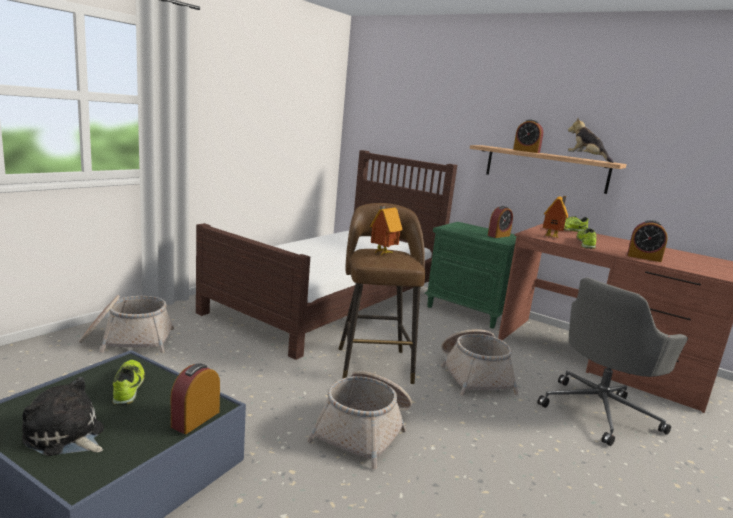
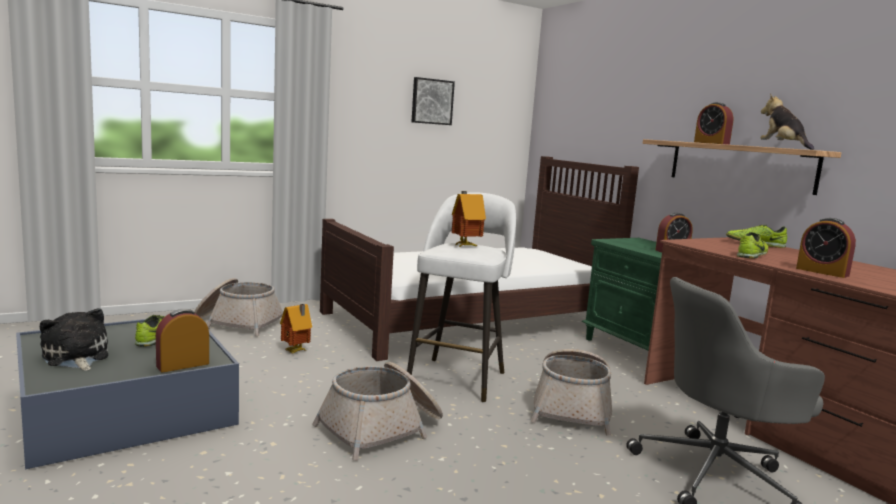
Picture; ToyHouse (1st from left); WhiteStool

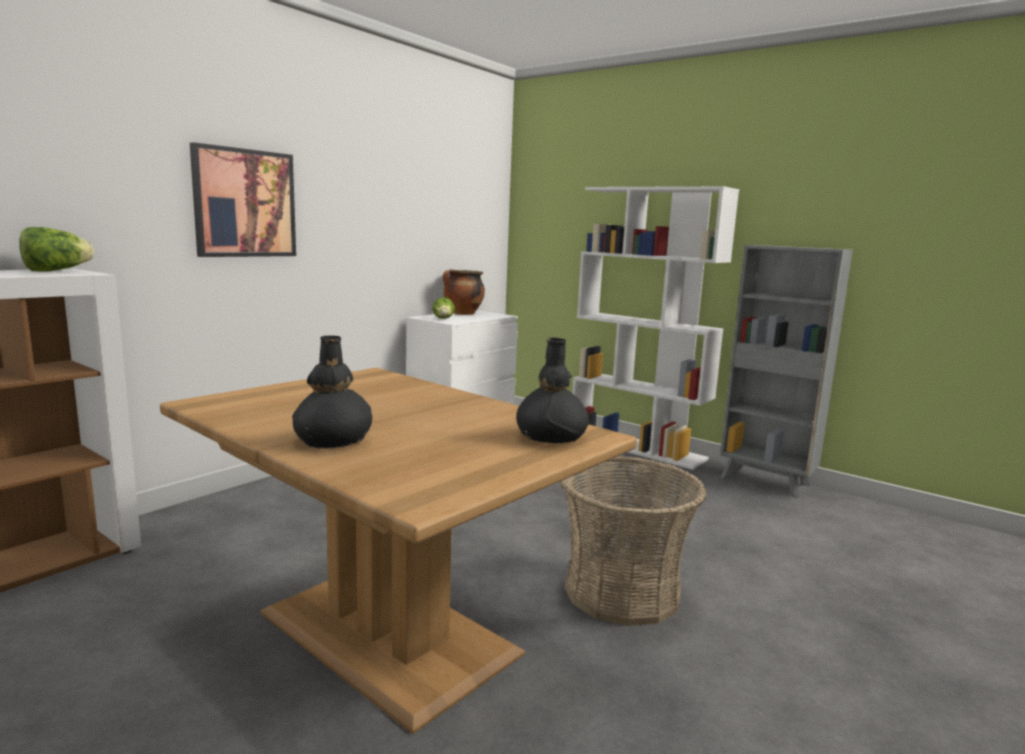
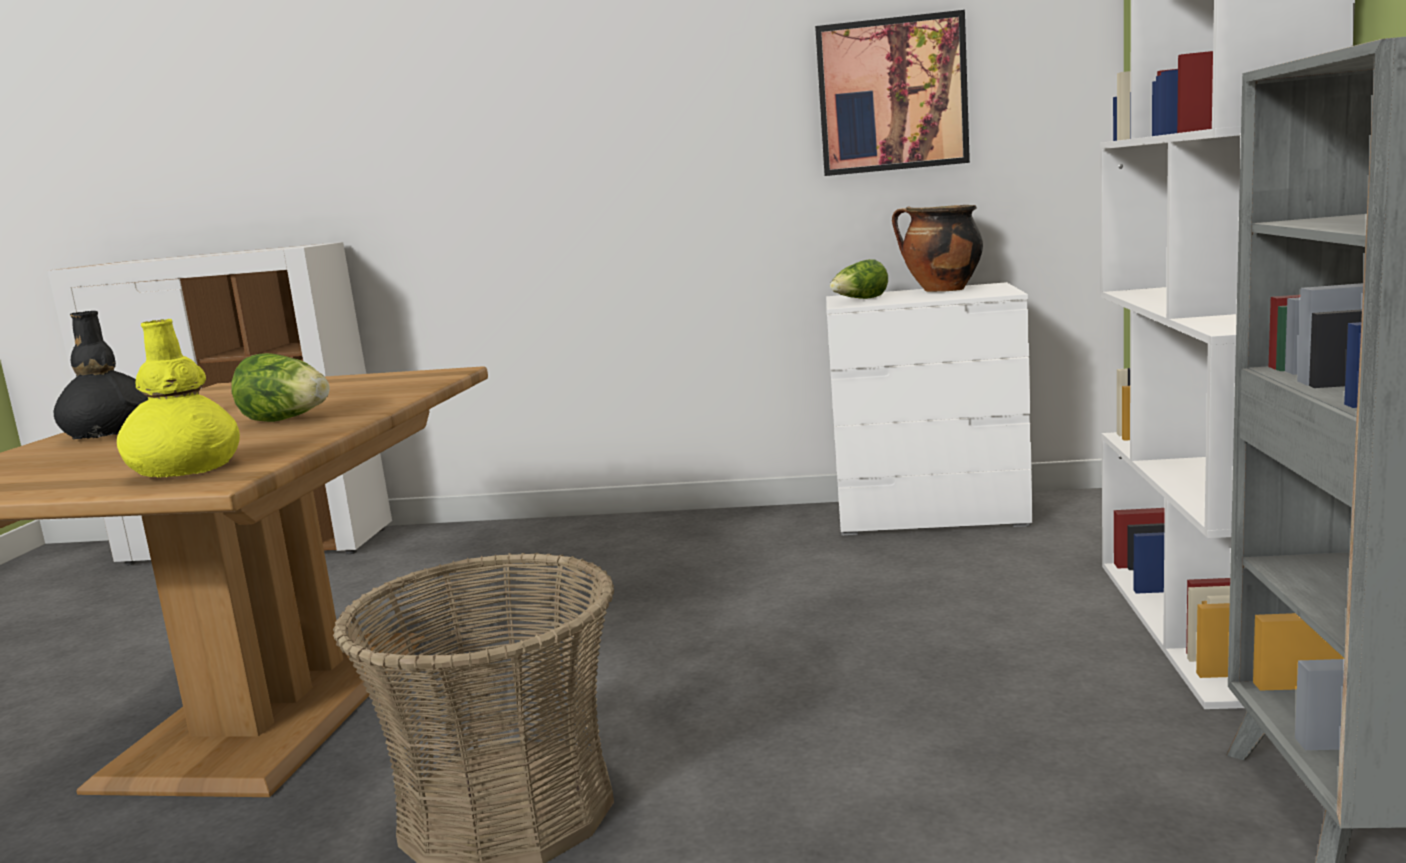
Lettuce (1st from left); Picture; YellowVase

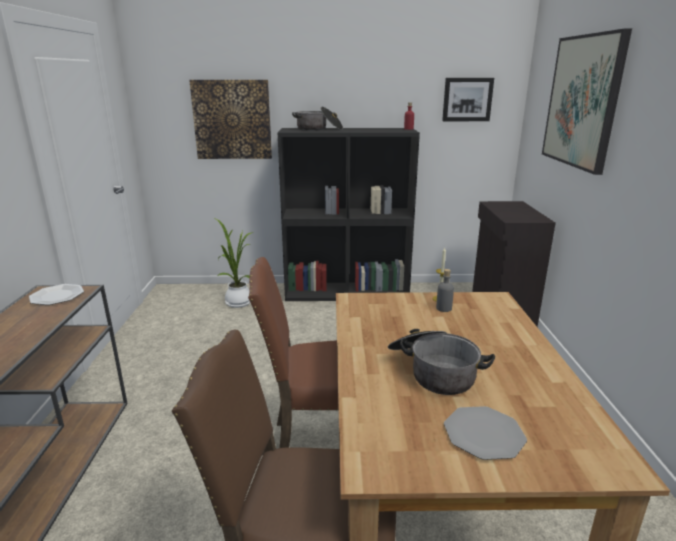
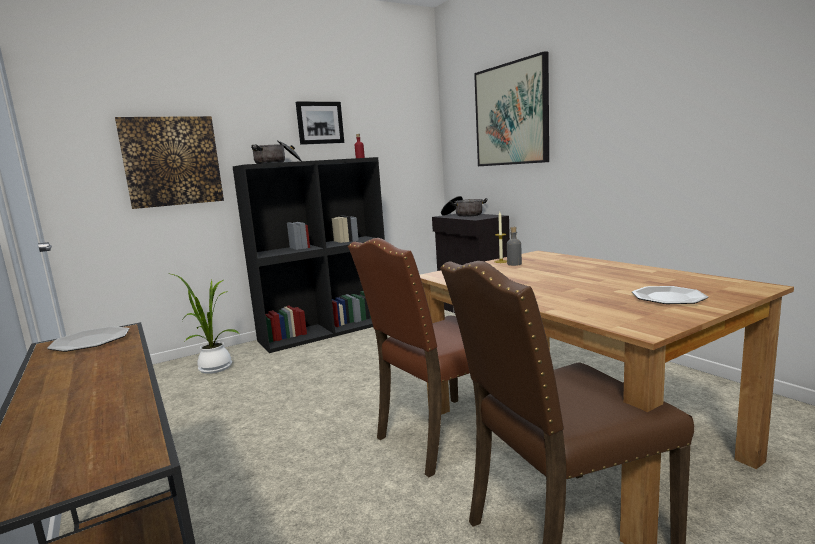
CookingPot (2nd from left); Picture (2nd from left)

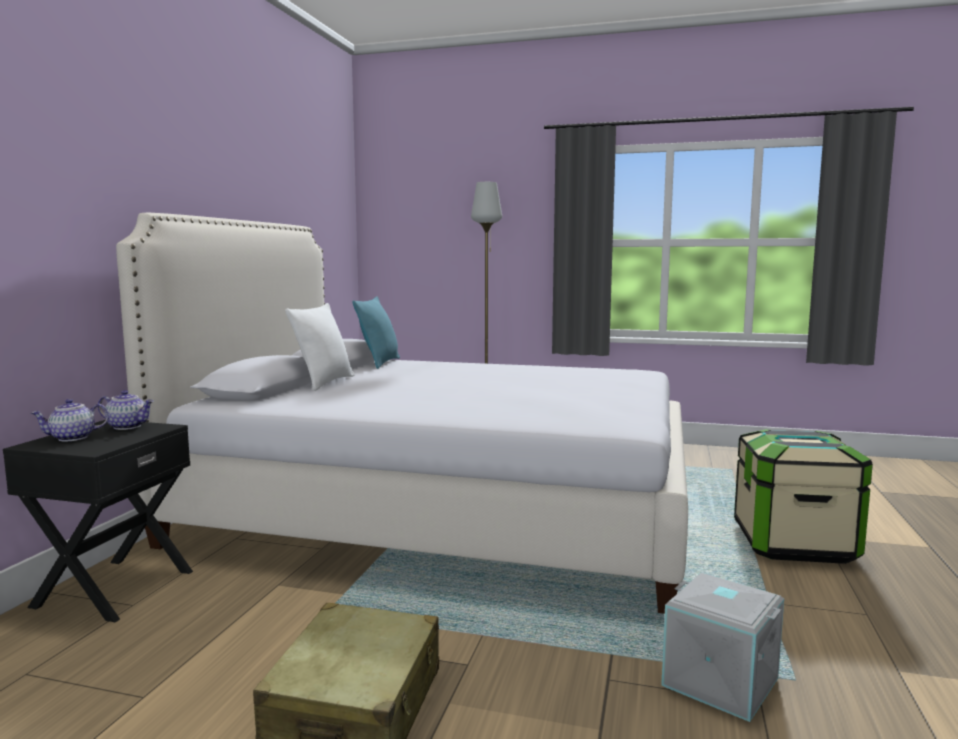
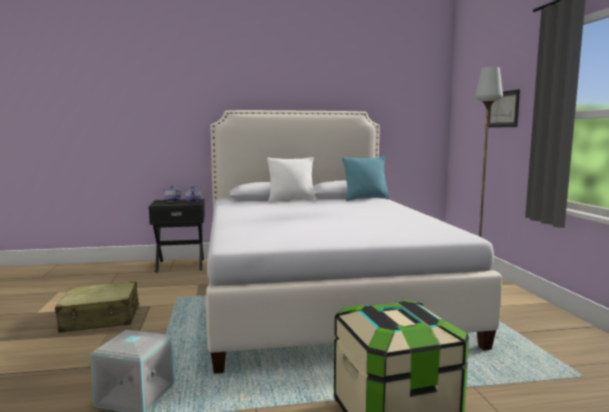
Picture

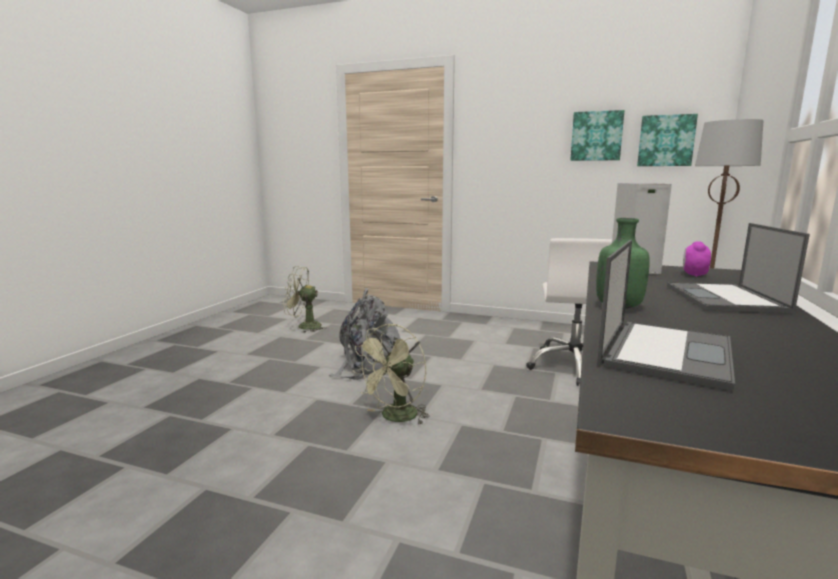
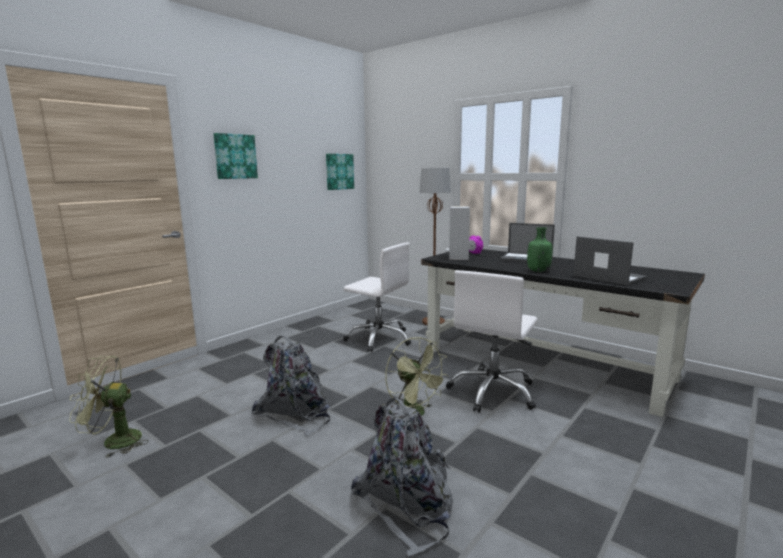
GreyBackpack (2nd from left); WhiteOfficeChair (2nd from left); Picture (1st from left); GreenFan (1st from left)

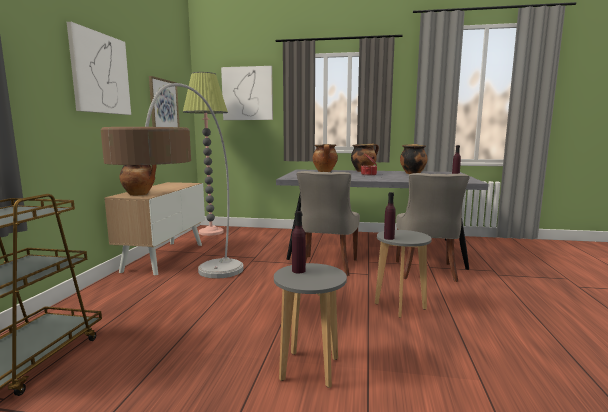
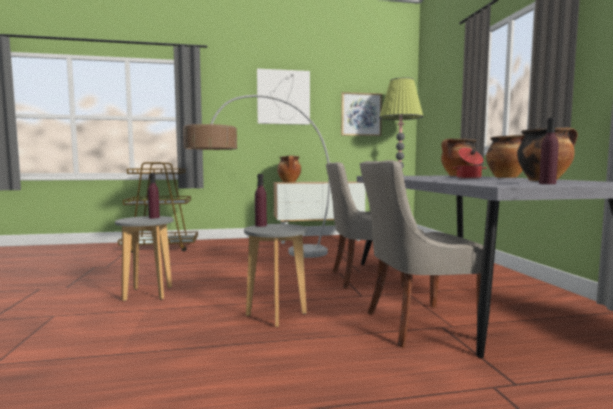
Picture (3rd from left in the first image)

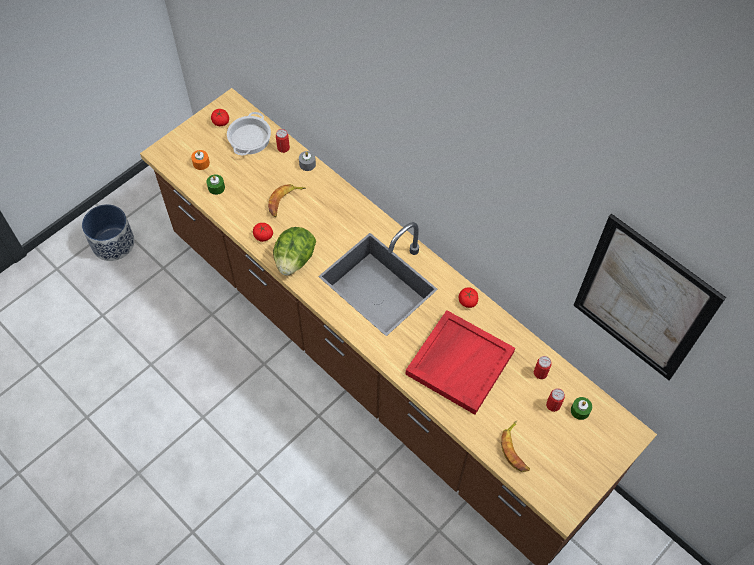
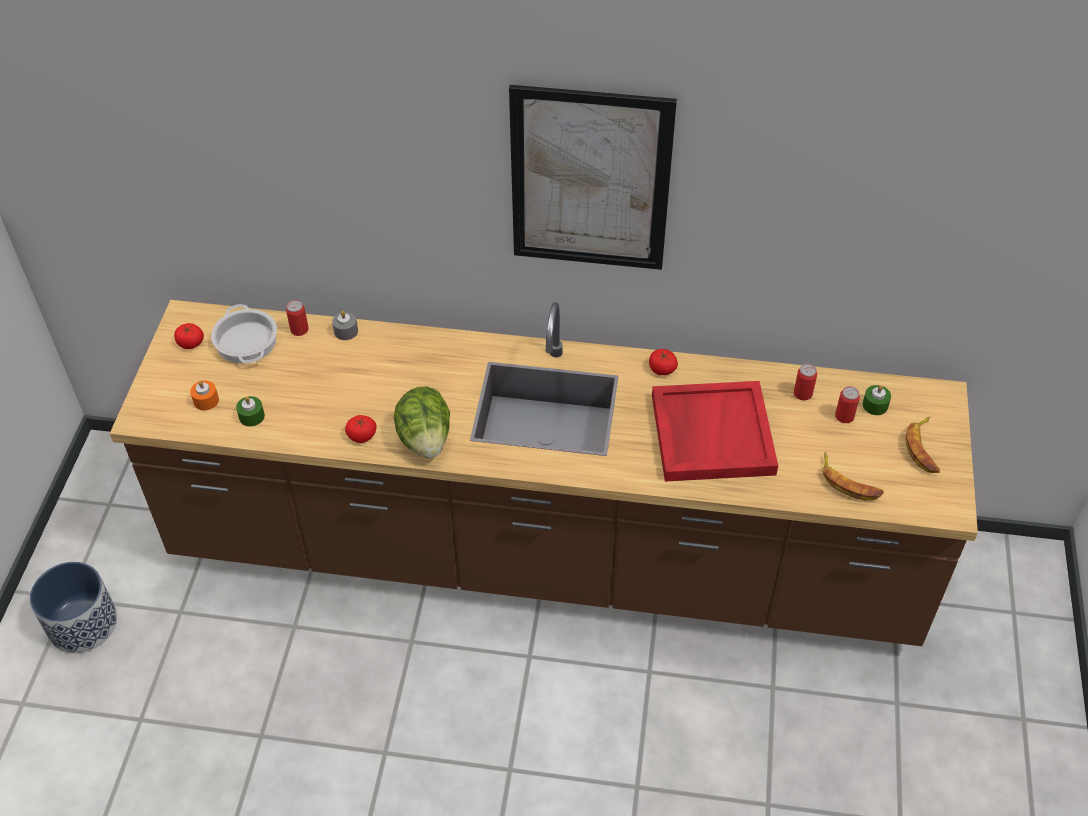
Banana (2nd from left); Picture

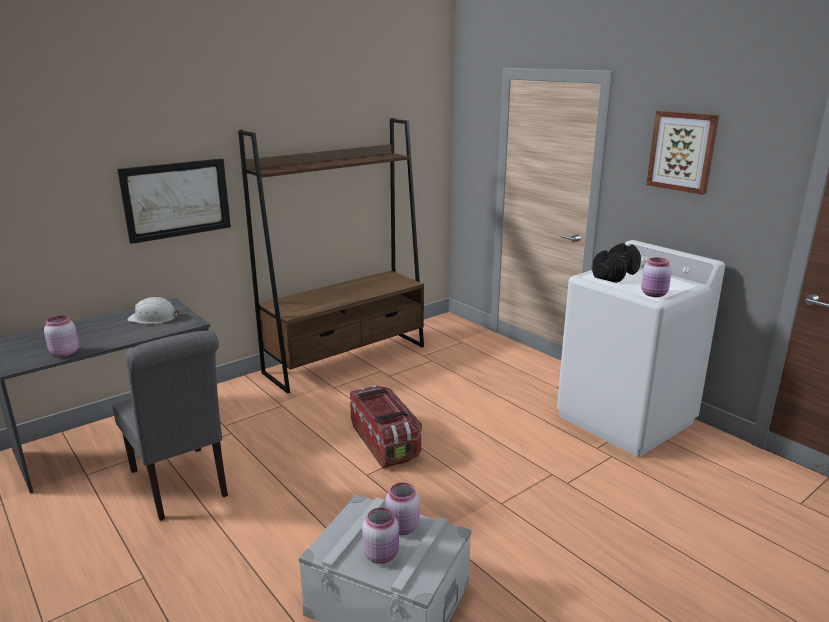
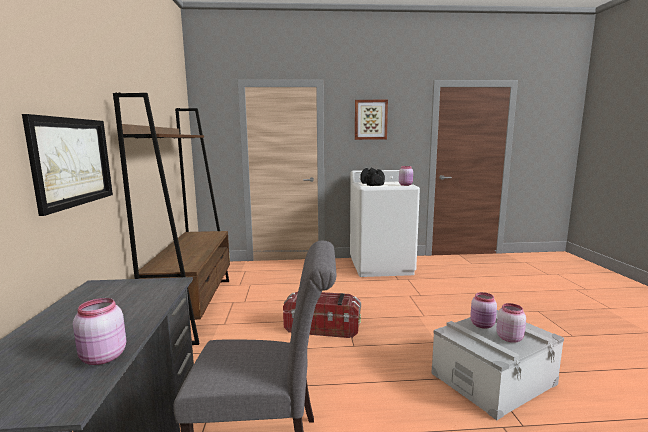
WhiteHardHat

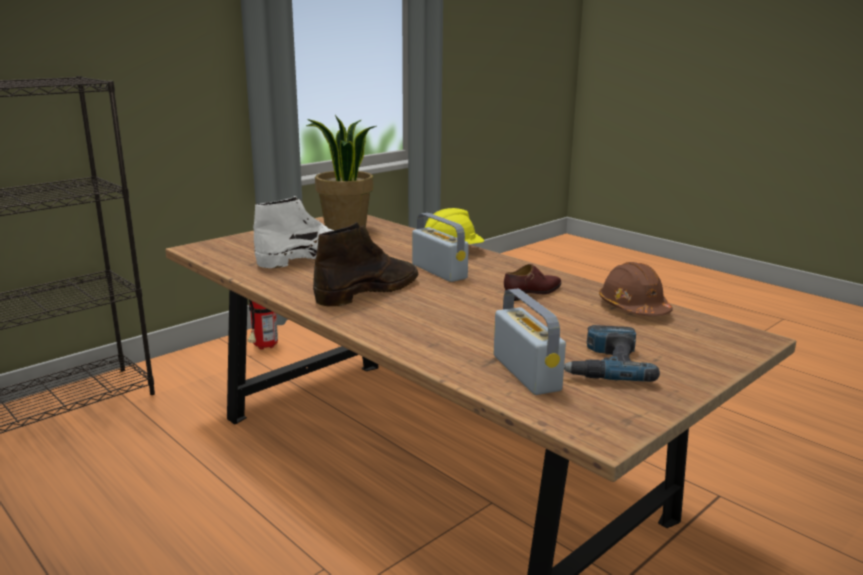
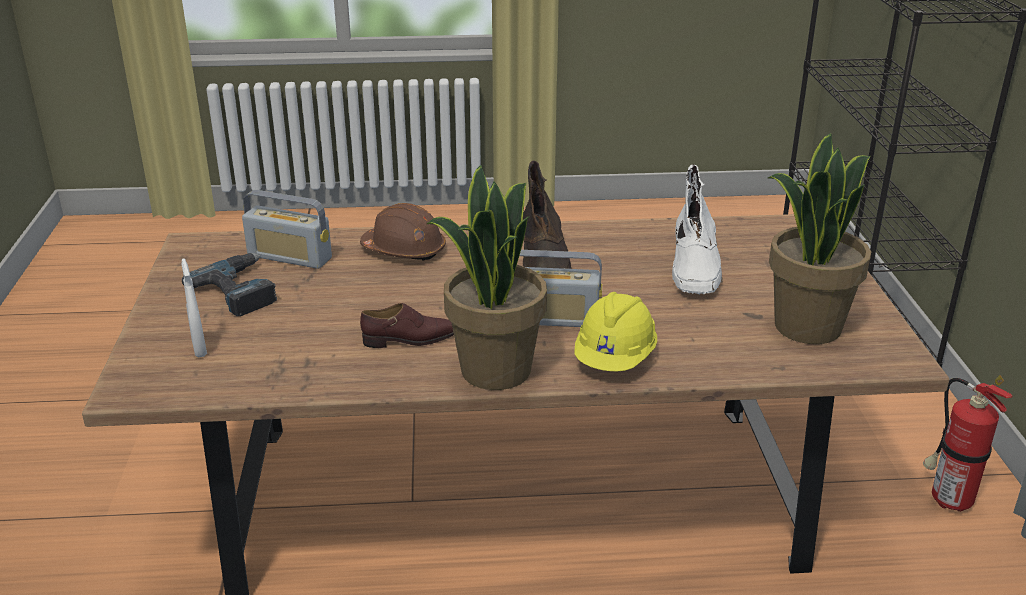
WhiteSprayBottle; PottedPlant (1st from left); BrownHardHat; BrownShoe

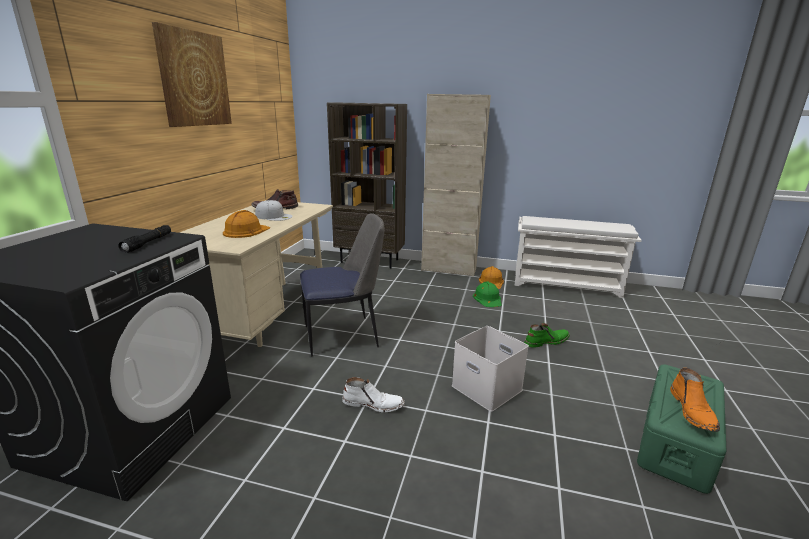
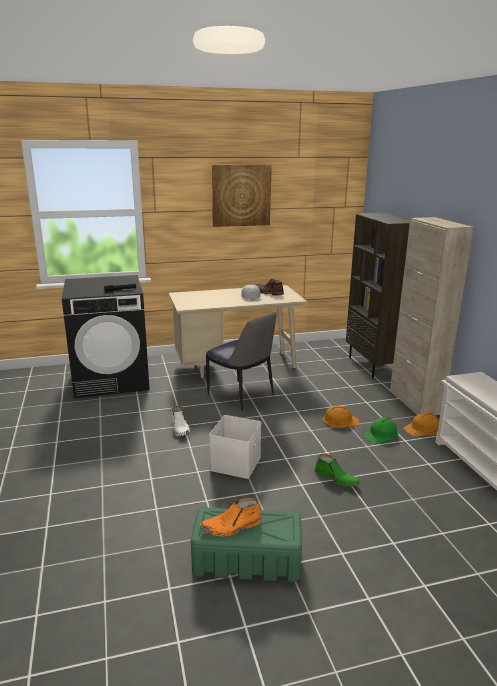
OrangeHardHat (1st from left)

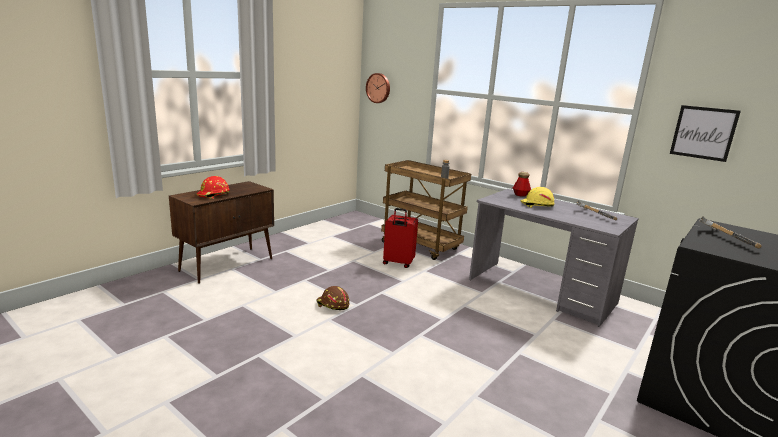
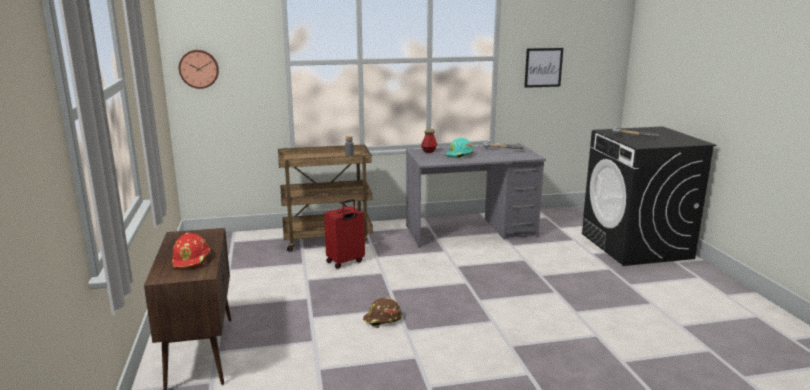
TurquoiseHardHat

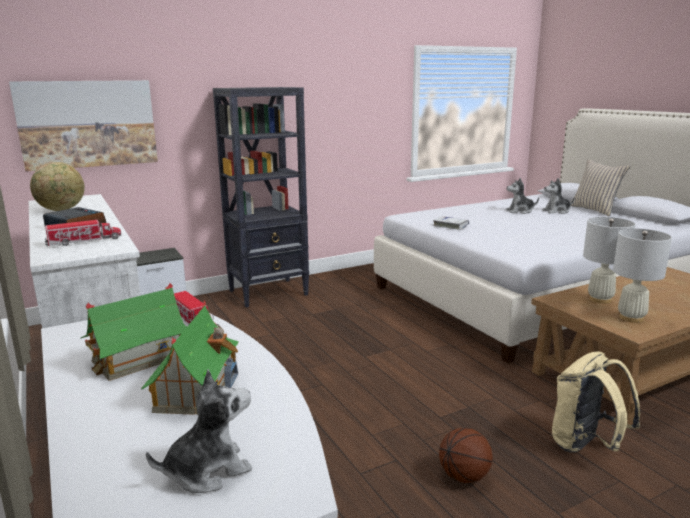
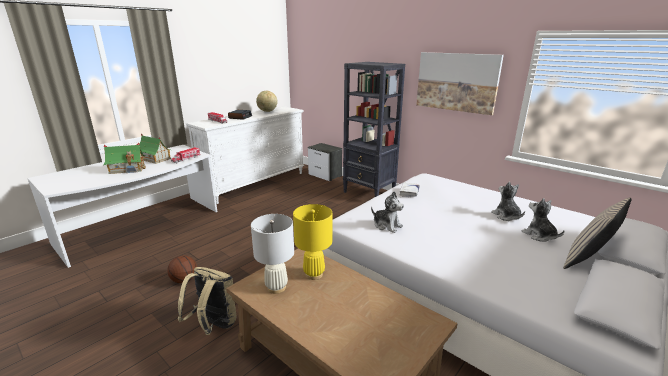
Picture; PlushToy (1st from left); YellowTableLamp

